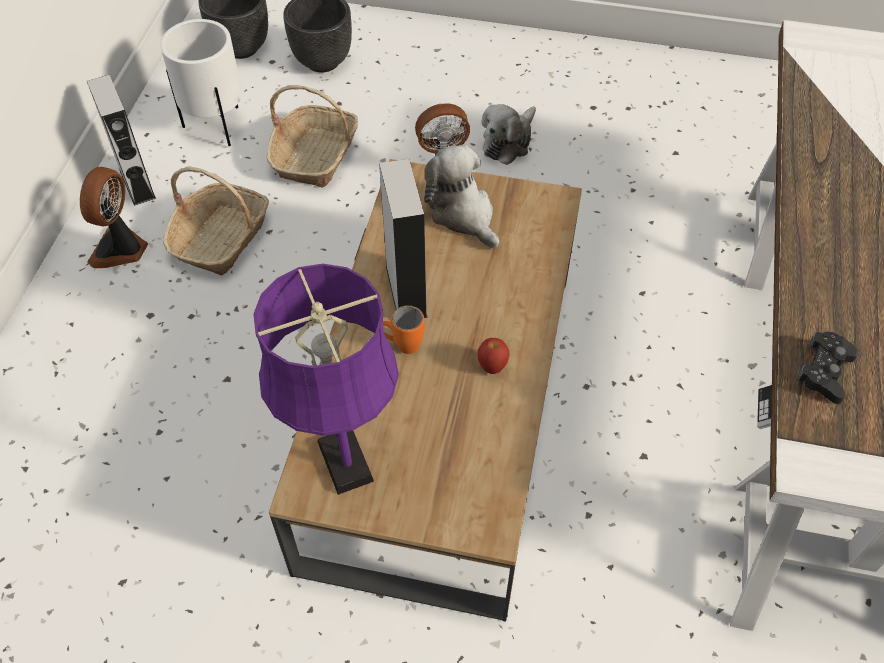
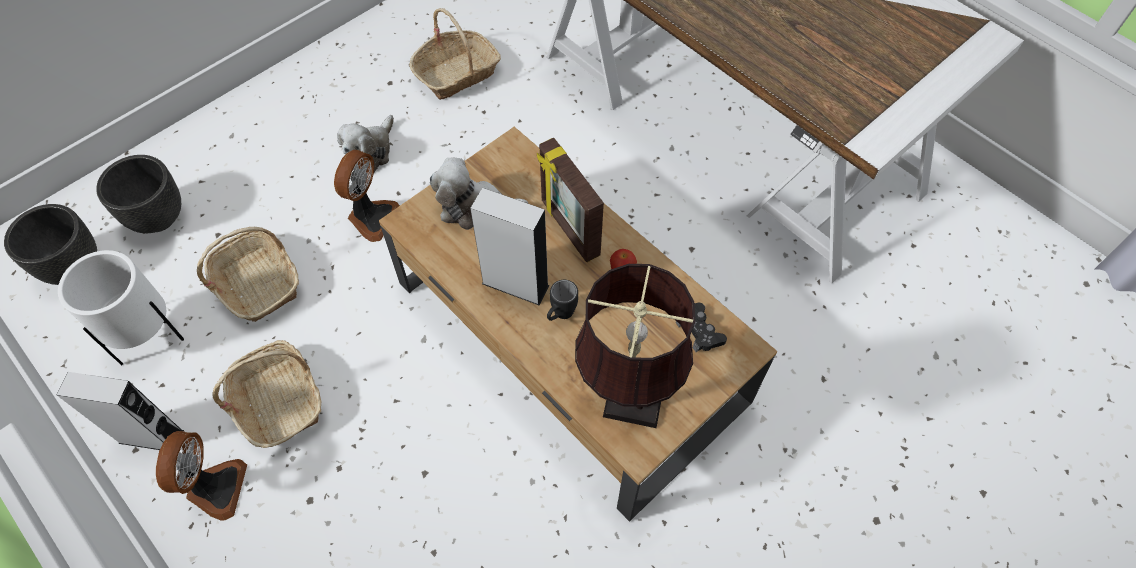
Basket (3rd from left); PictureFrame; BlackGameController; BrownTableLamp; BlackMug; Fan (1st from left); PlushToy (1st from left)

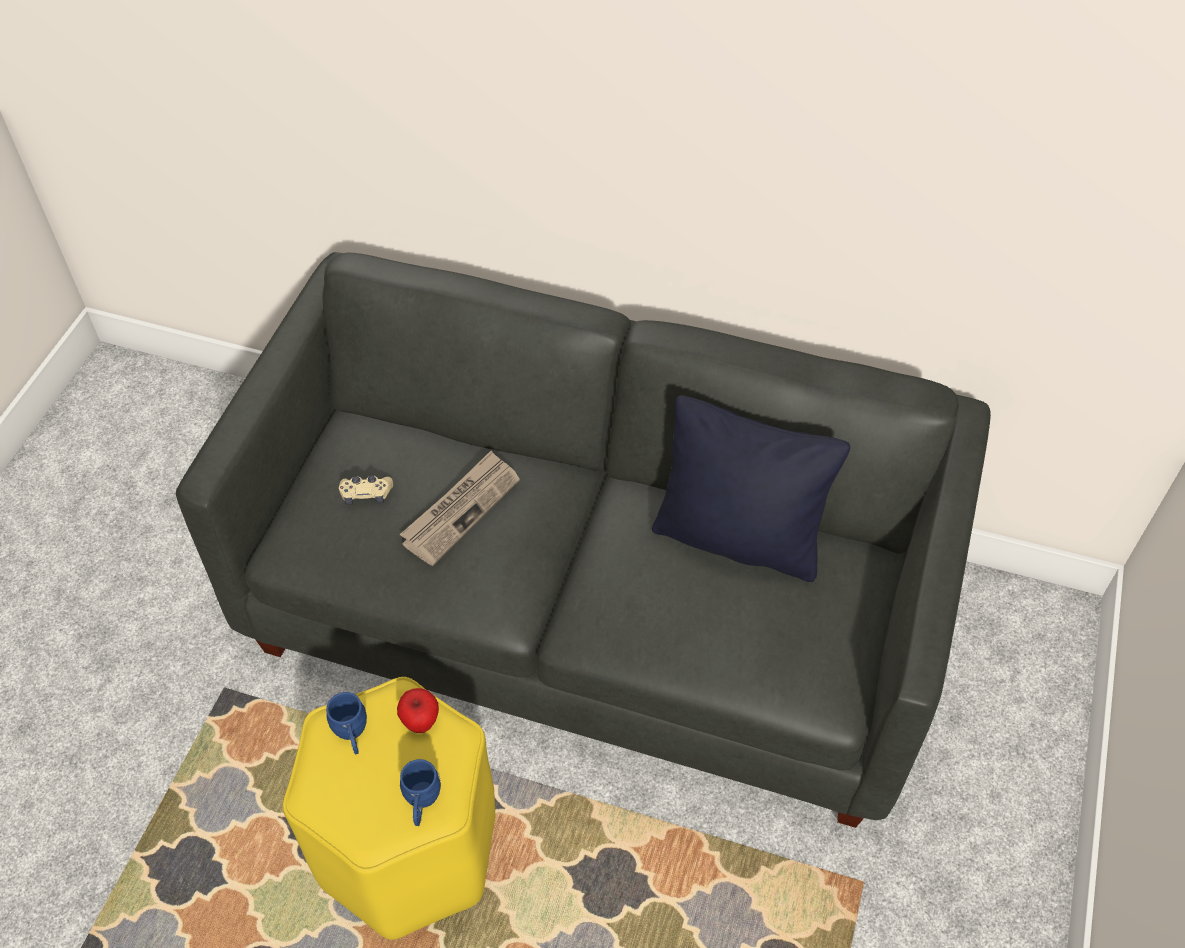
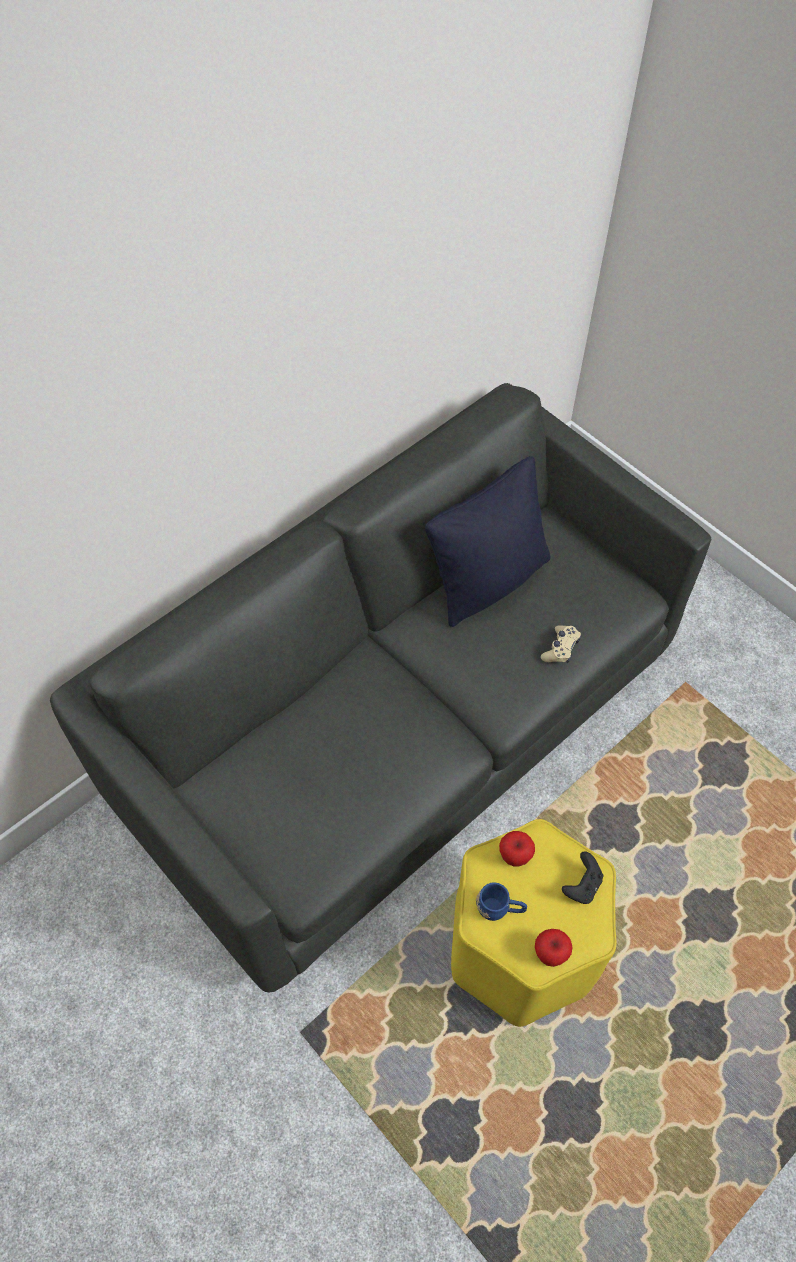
Newspaper; Apple (2nd from left); BeigeGameController; BlackGameController

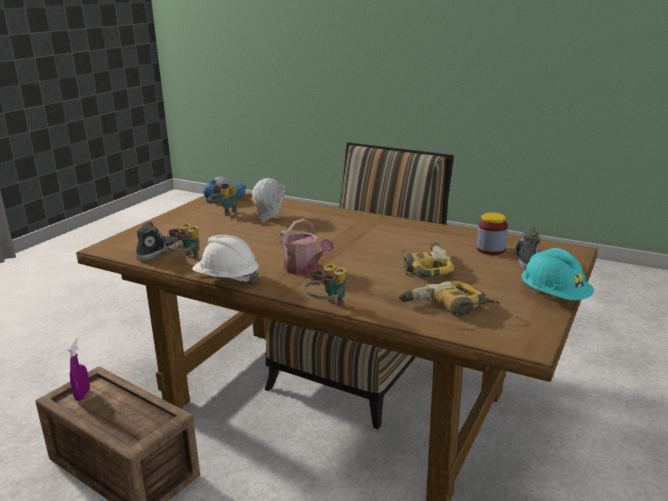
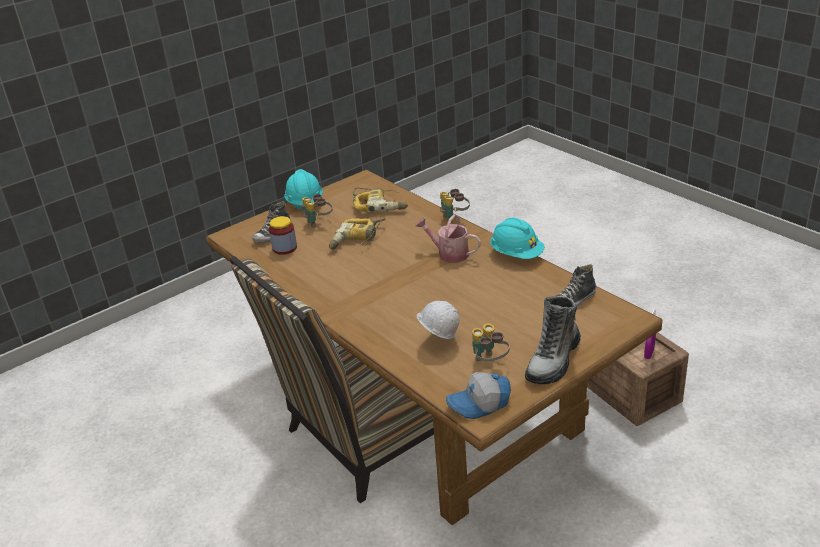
Boot; Binoculars (1st from left); TurquoiseHardHat (2nd from left); WateringCan

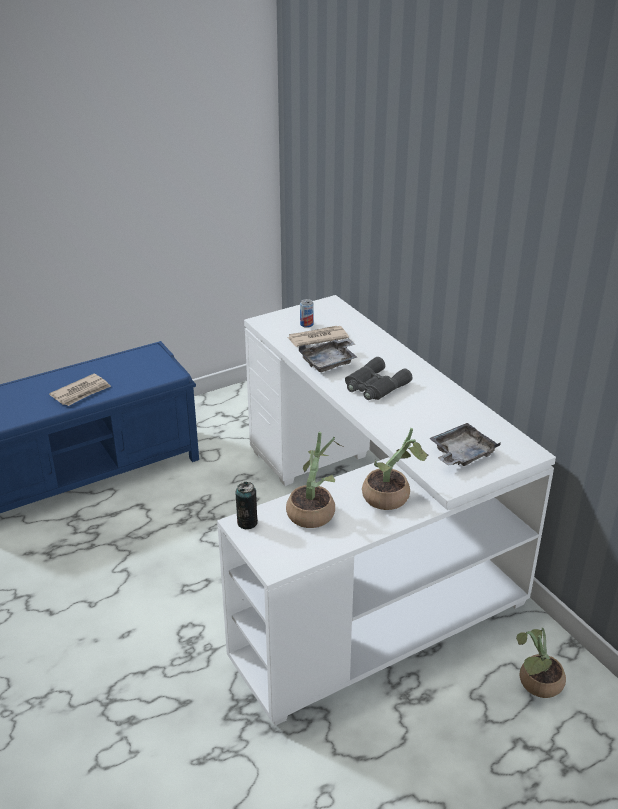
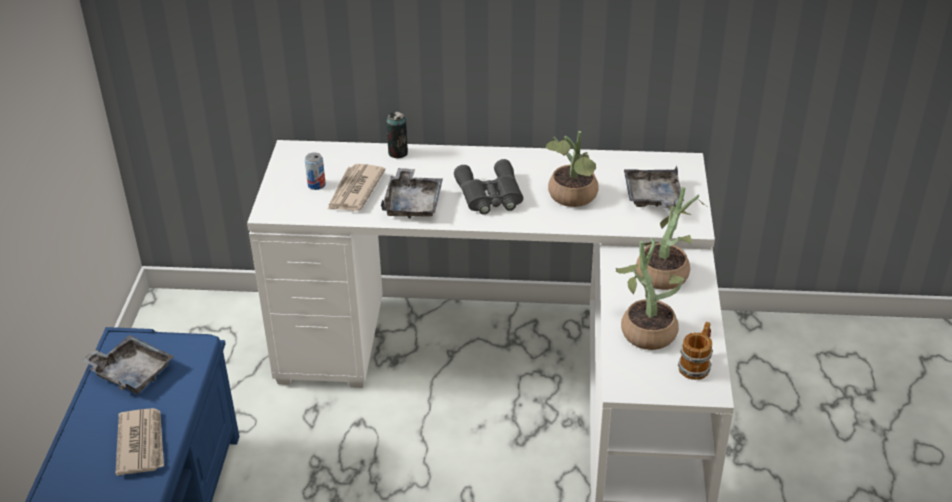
GreyTray (1st from left); Mug; Can (2nd from left); PottedPlant (1st from left)

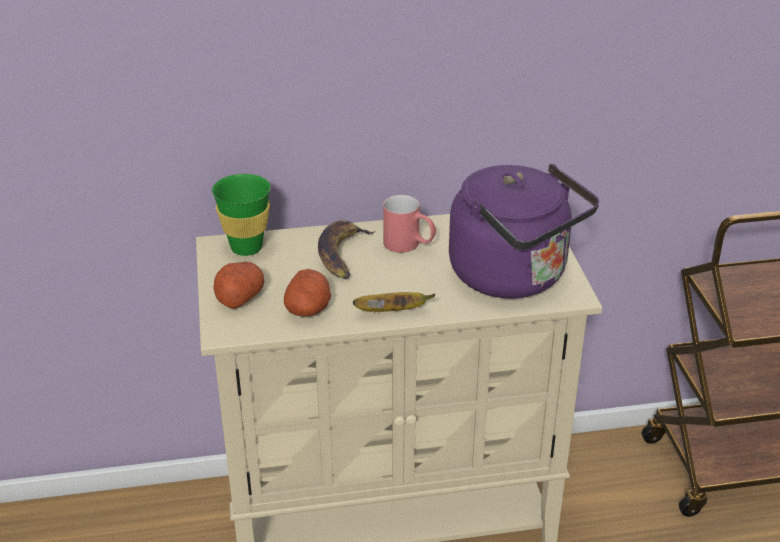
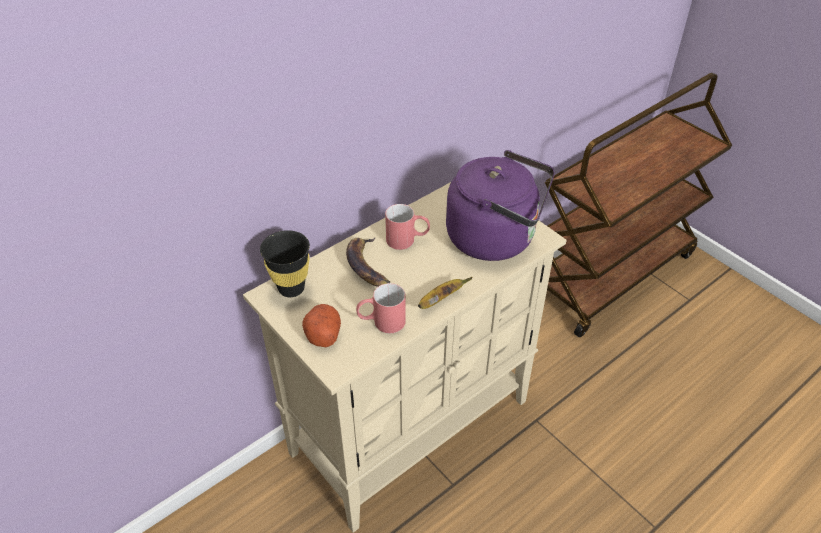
RedMug (1st from left); BlackCup

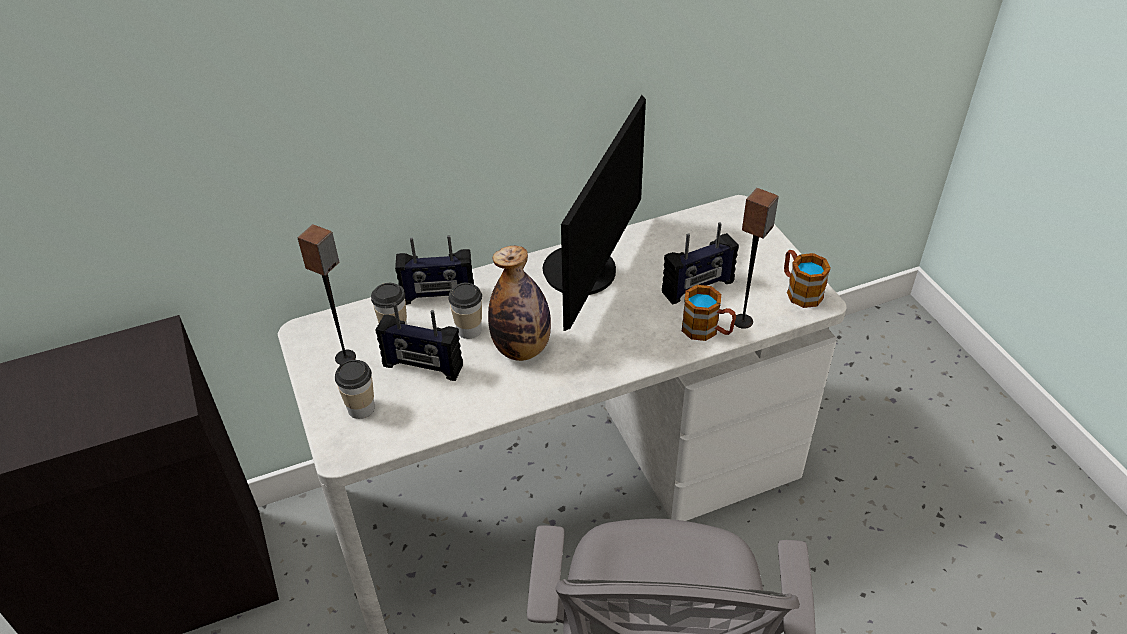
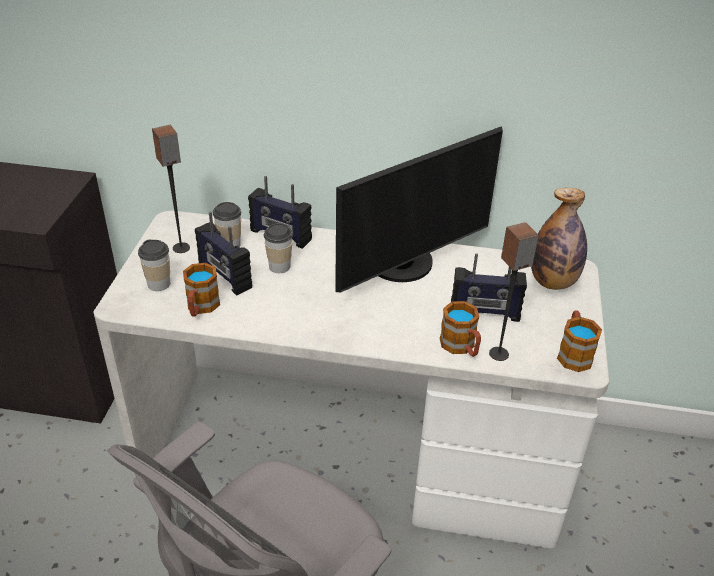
Mug (1st from left); Bottle

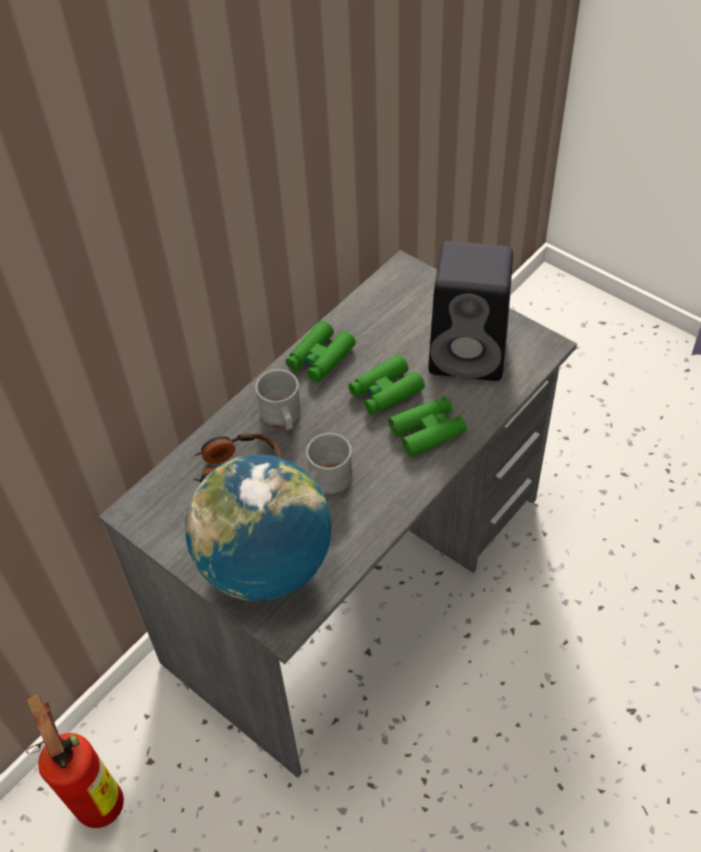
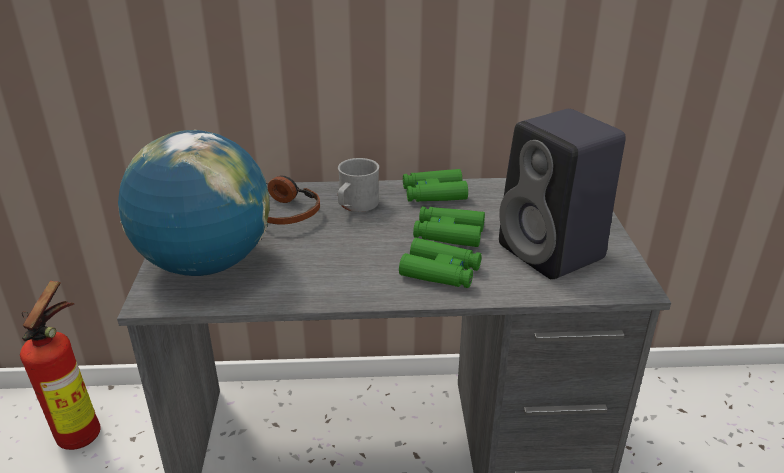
GreyMug (2nd from left in the first image)

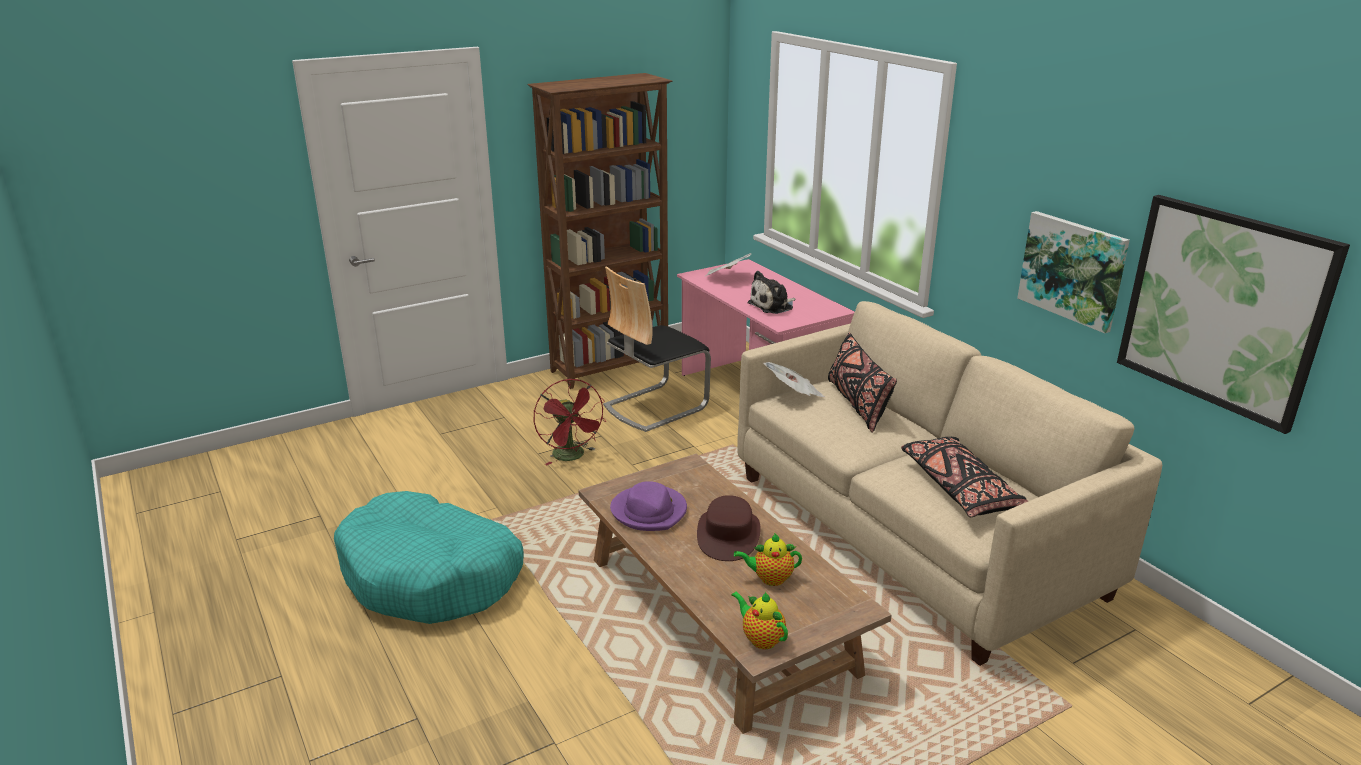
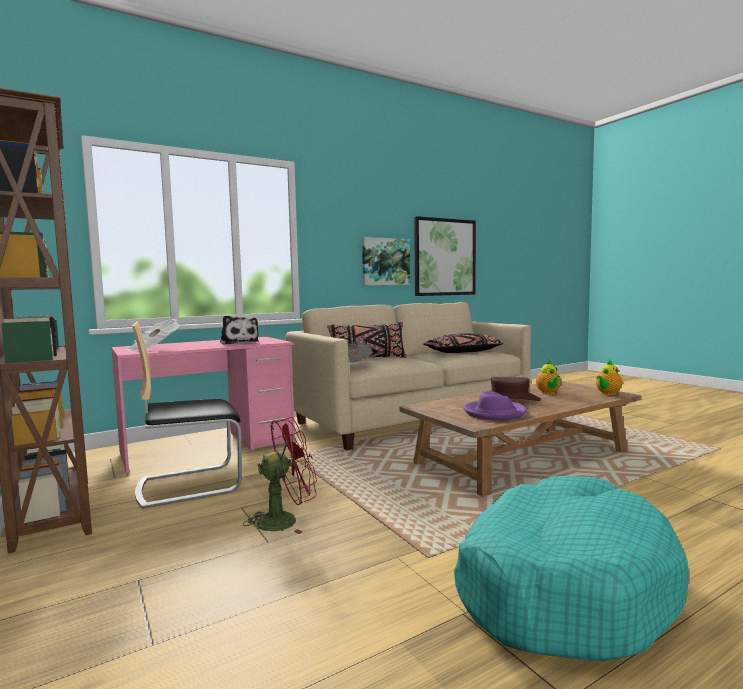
Chair

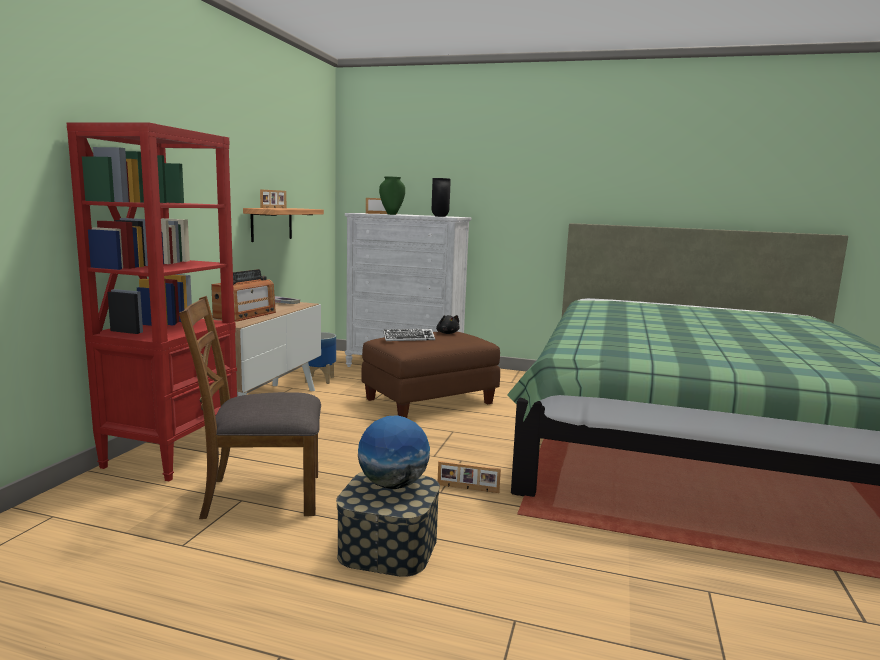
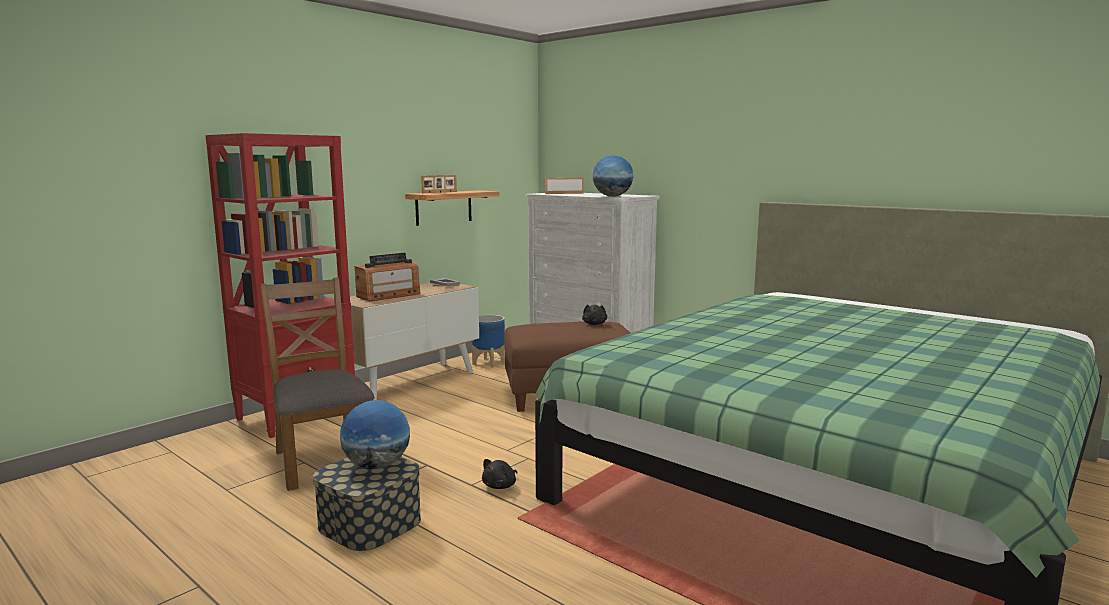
GreenVase; Keyboard; Globe (2nd from left); BlackPlushToy (1st from left); BrownChair

